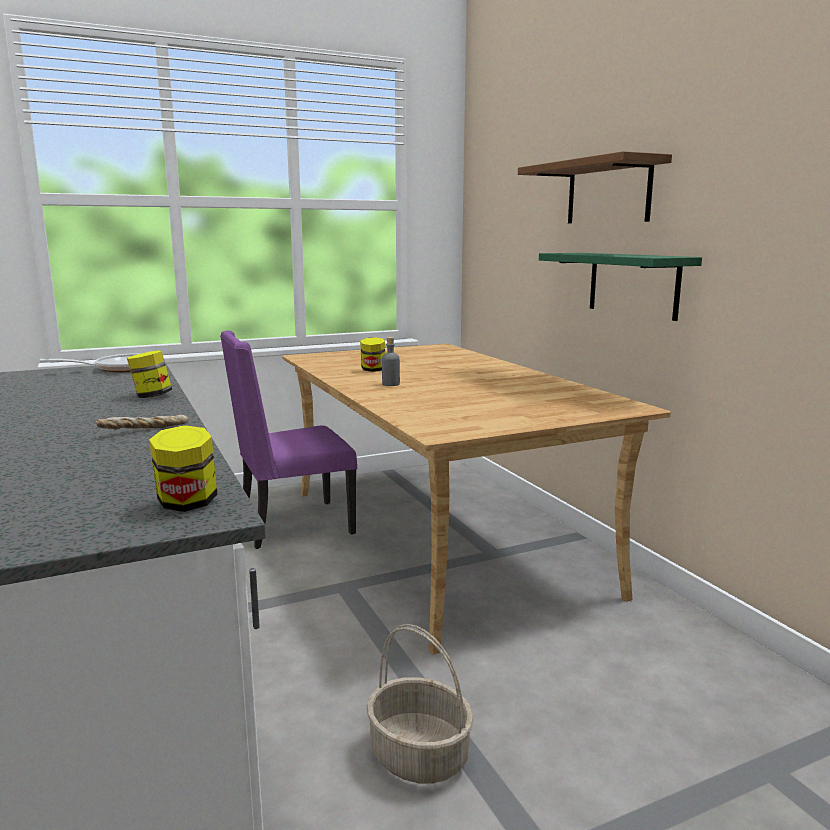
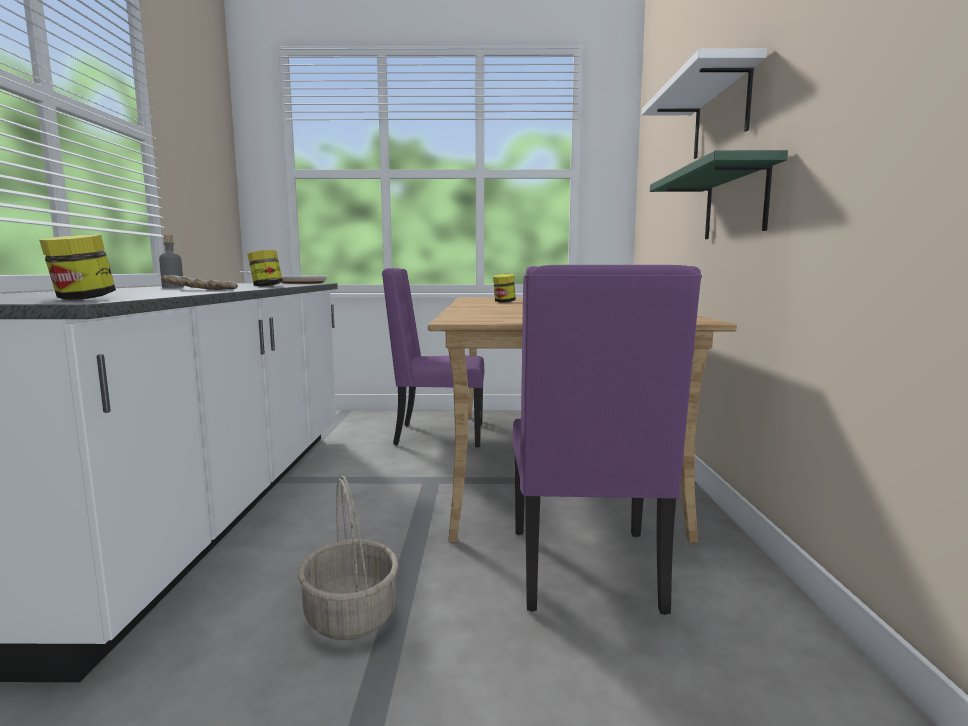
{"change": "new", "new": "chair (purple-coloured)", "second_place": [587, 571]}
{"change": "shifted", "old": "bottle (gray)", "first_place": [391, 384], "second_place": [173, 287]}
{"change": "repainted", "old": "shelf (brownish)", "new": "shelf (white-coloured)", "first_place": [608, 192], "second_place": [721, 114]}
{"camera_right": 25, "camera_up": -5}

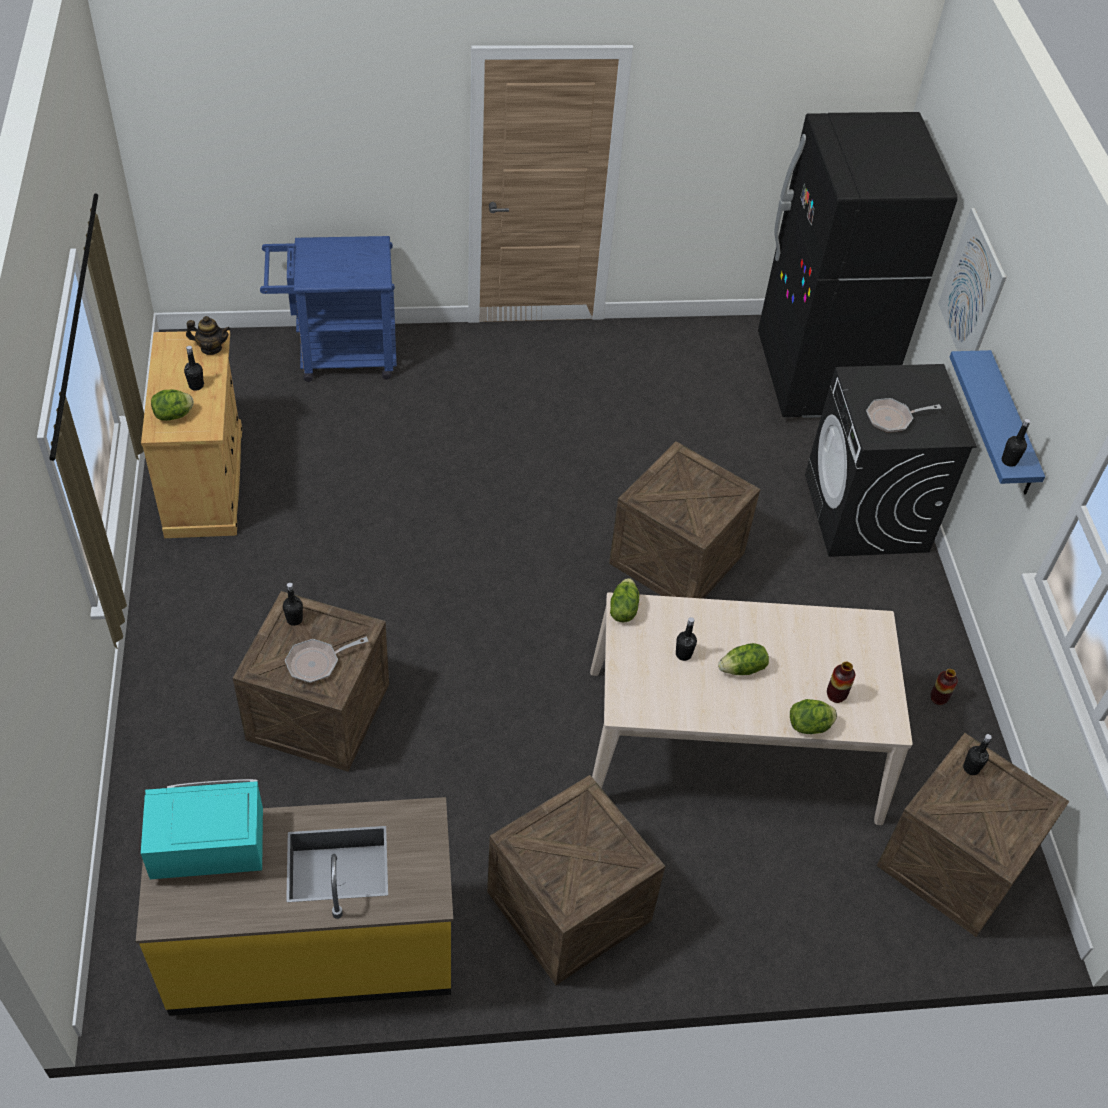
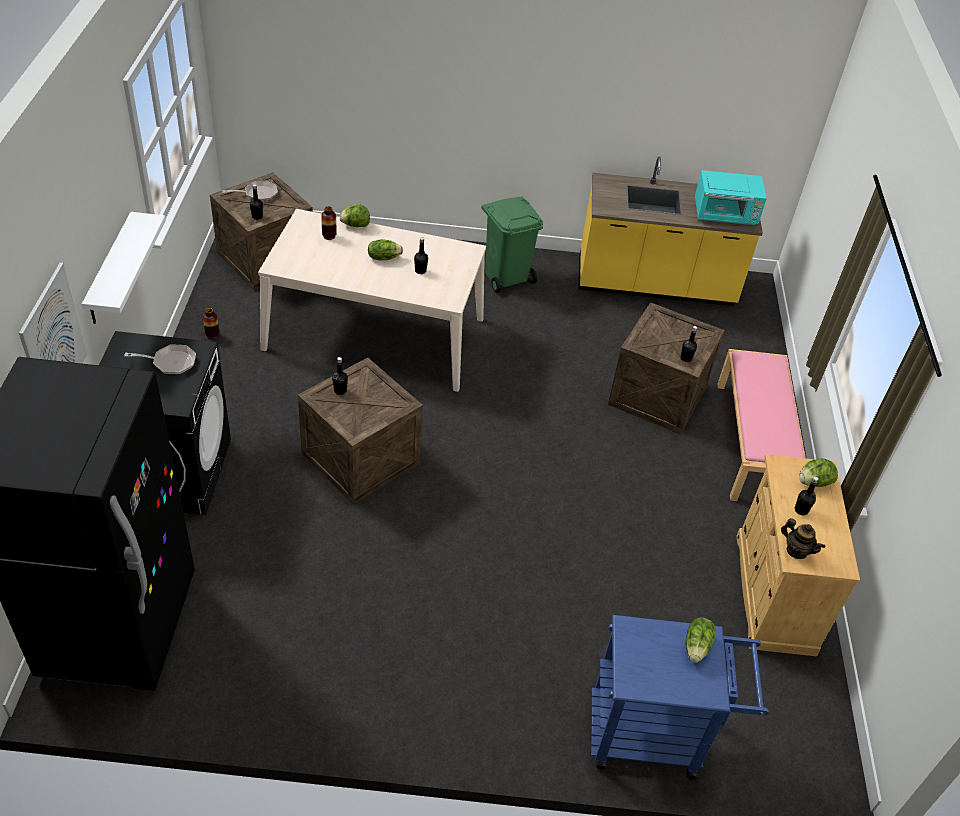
{"change": "new", "new": "bench (pink-coloured)", "second_place": [753, 443]}
{"change": "shifted", "old": "frying pan", "first_place": [317, 662], "second_place": [258, 194]}
{"change": "shifted", "old": "lettuce head", "first_place": [623, 609], "second_place": [697, 646]}
{"change": "shifted", "old": "bottle (black)", "first_place": [1009, 461], "second_place": [340, 390]}
{"change": "swapped", "old": "packing crate", "new": "waste bin (greenish)", "first_place": [568, 909], "second_place": [507, 276]}
{"change": "repainted", "old": "shelf (blue)", "new": "shelf (white-coloured)", "first_place": [1010, 426], "second_place": [110, 270]}
{"change": "rotated", "old": "pot for tea", "first_place": [211, 348], "second_place": [796, 551], "degrees": -150}
{"camera_right": -170, "camera_up": -5}

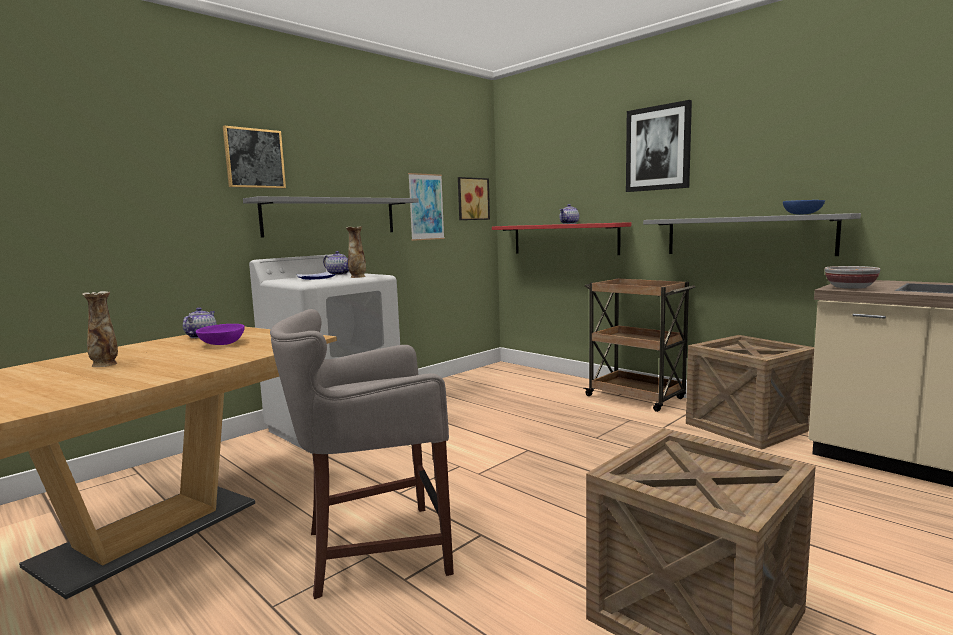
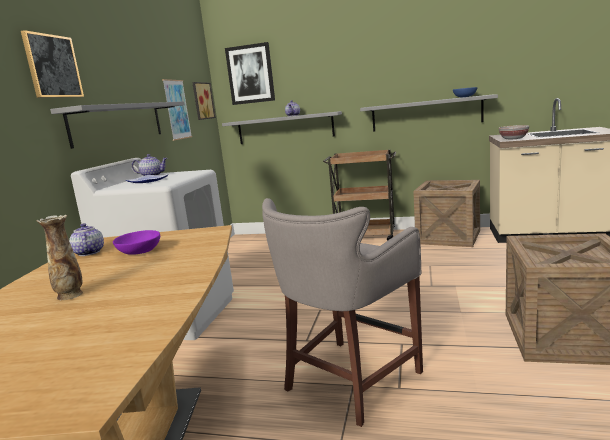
{"change": "gone", "old": "flower vase", "first_place": [357, 277]}
{"change": "shifted", "old": "wall picture", "first_place": [658, 148], "second_place": [250, 74]}
{"change": "repainted", "old": "shelf (red)", "new": "shelf (gray)", "first_place": [564, 239], "second_place": [285, 128]}
{"camera_right": -30, "camera_up": 5}

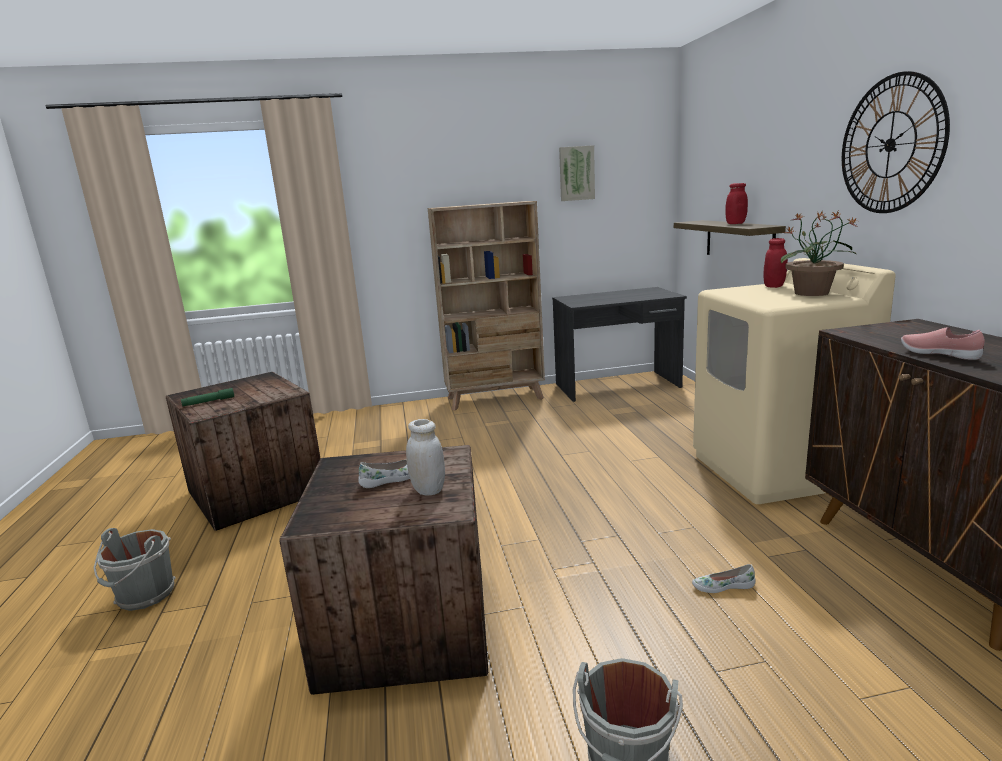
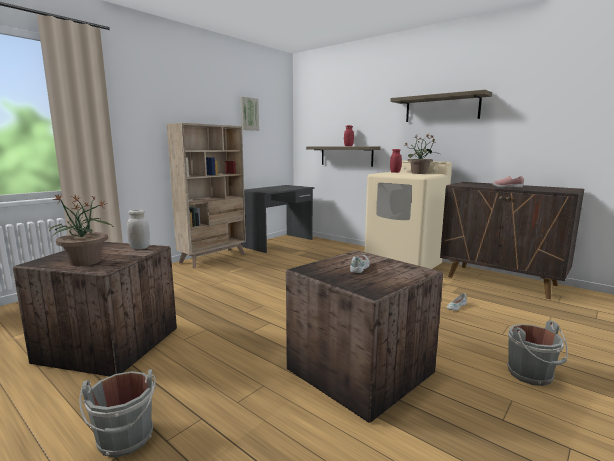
{"change": "shifted", "old": "jar (white-coloured)", "first_place": [428, 490], "second_place": [139, 248]}
{"change": "swapped", "old": "hand torch (greenish)", "new": "potted plant", "first_place": [208, 402], "second_place": [85, 262]}
{"change": "swapped", "old": "hanging clock", "new": "shelf", "first_place": [890, 145], "second_place": [441, 108]}
{"camera_right": -40, "camera_up": -5}

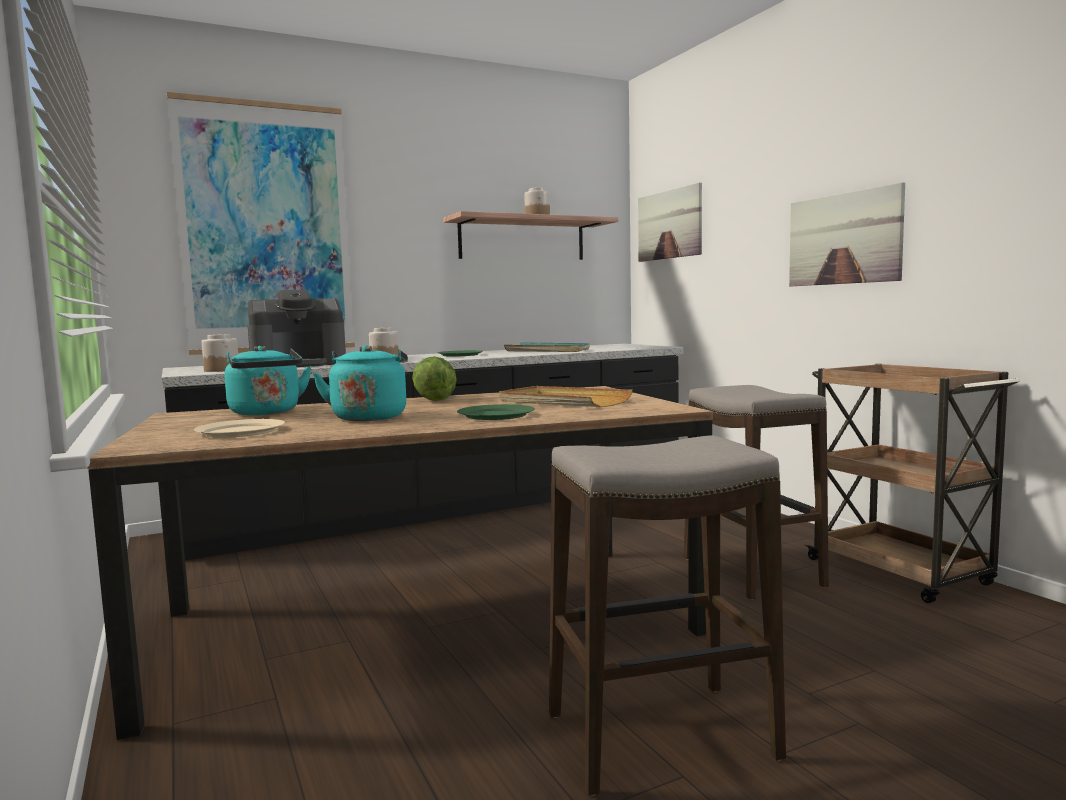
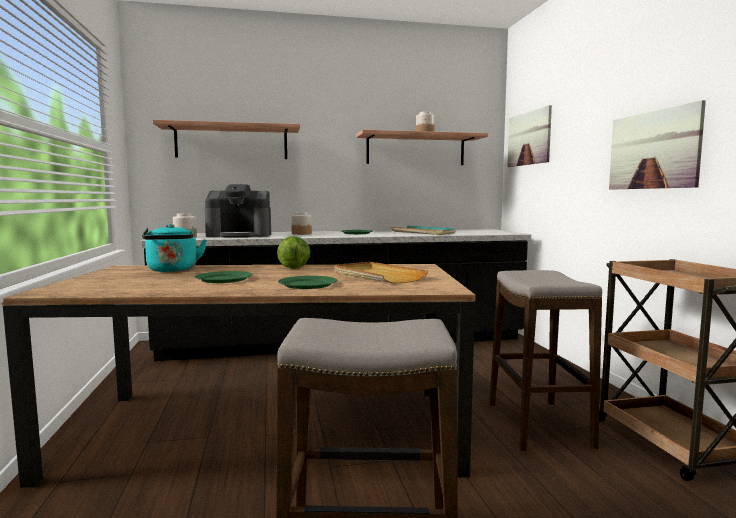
{"change": "gone", "old": "dinner plate (beige)", "first_place": [240, 431]}
{"change": "swapped", "old": "wall picture", "new": "shelf", "first_place": [266, 229], "second_place": [232, 142]}
{"change": "swapped", "old": "water kettle (blue-green)", "new": "dinner plate (greenish)", "first_place": [369, 417], "second_place": [224, 279]}
{"camera_right": 15, "camera_up": 0}

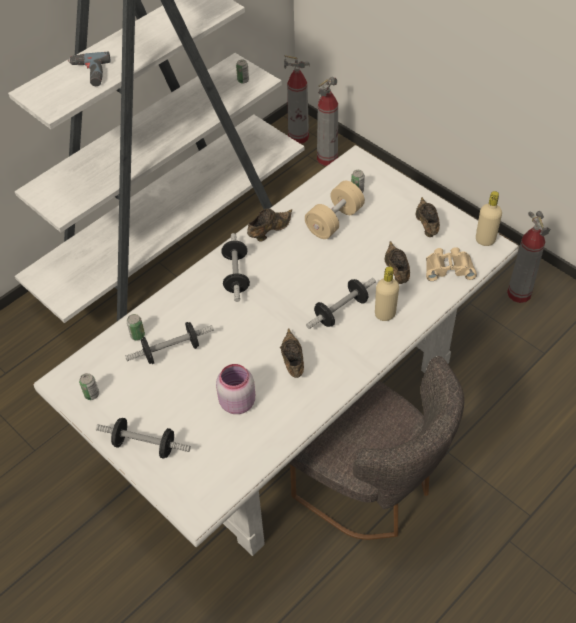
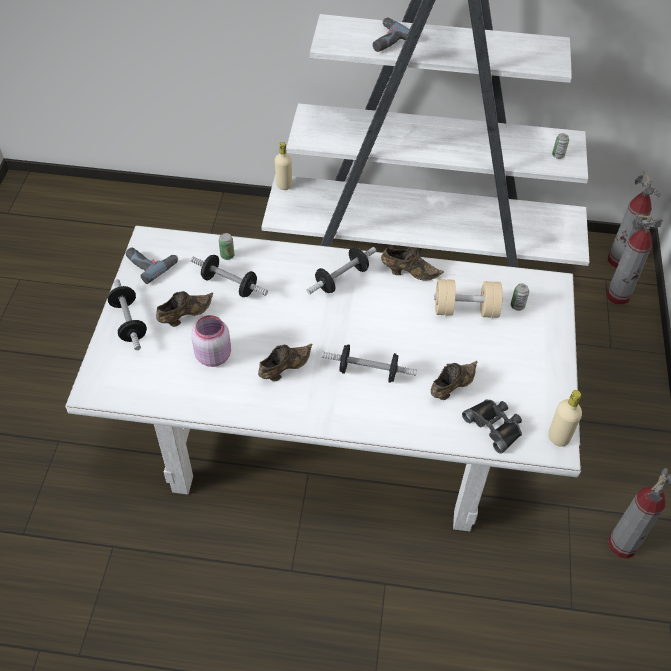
{"change": "gone", "old": "chair (gray)", "first_place": [372, 489]}
{"change": "shifted", "old": "bottle (beige)", "first_place": [385, 314], "second_place": [284, 185]}
{"change": "shifted", "old": "low shoe (brownish)", "first_place": [426, 225], "second_place": [184, 315]}
{"change": "swapped", "old": "metal can", "new": "power drill", "first_place": [92, 394], "second_place": [151, 263]}
{"change": "repainted", "old": "field glasses (beige)", "new": "field glasses (black)", "first_place": [448, 267], "second_place": [494, 425]}
{"camera_right": 50, "camera_up": 0}

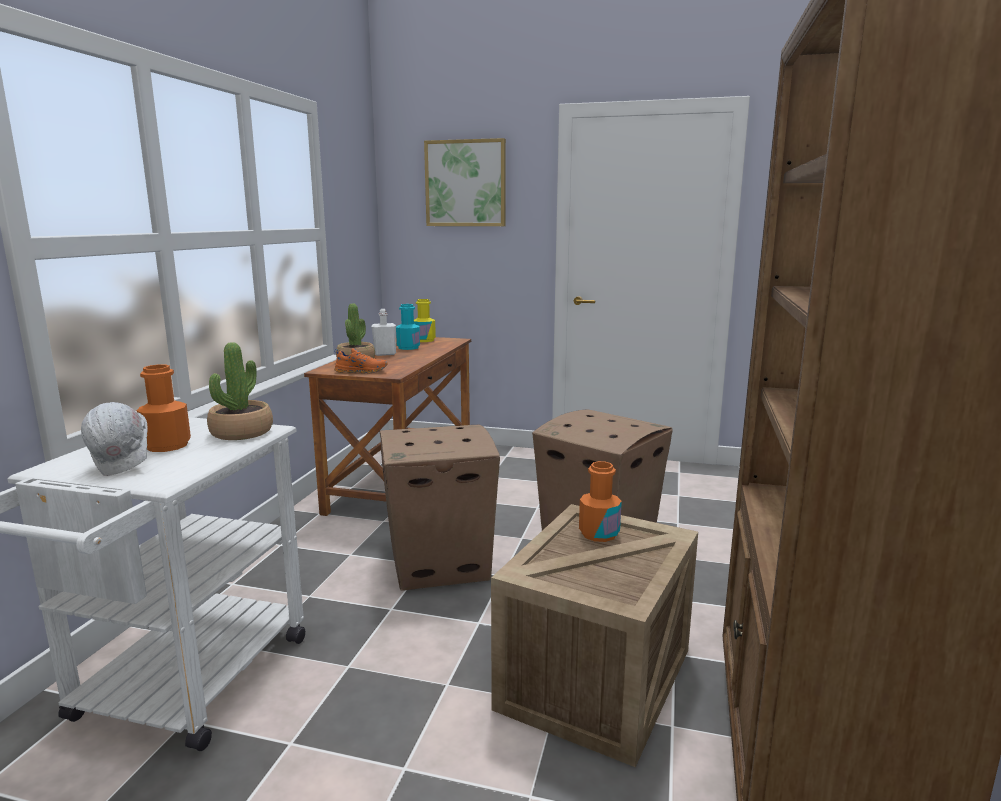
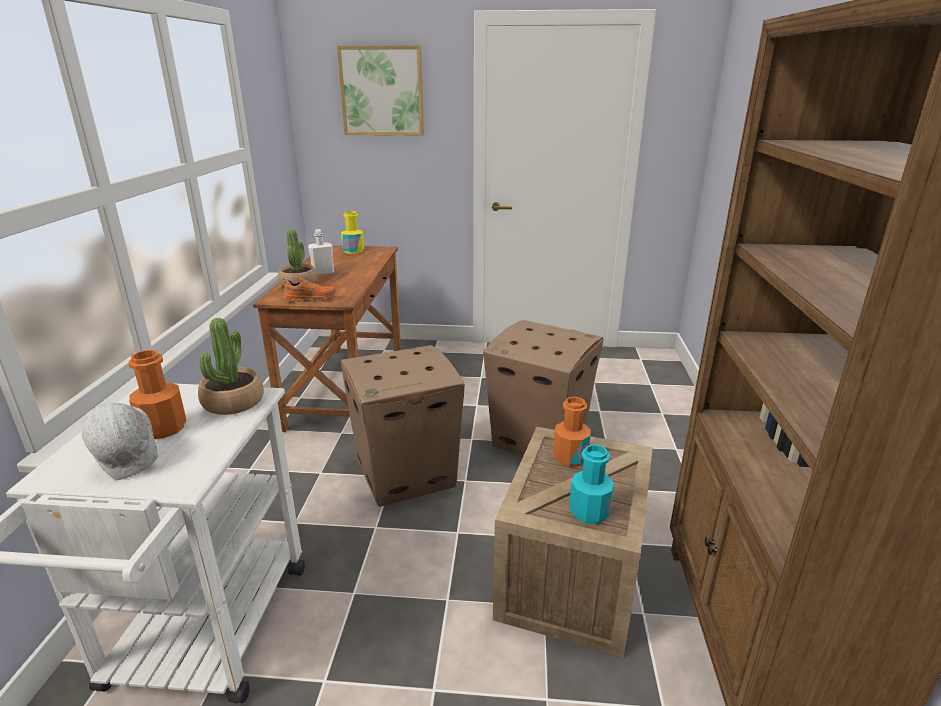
{"change": "shifted", "old": "bottle (blue-green)", "first_place": [408, 347], "second_place": [589, 512]}
{"camera_right": -10, "camera_up": 10}

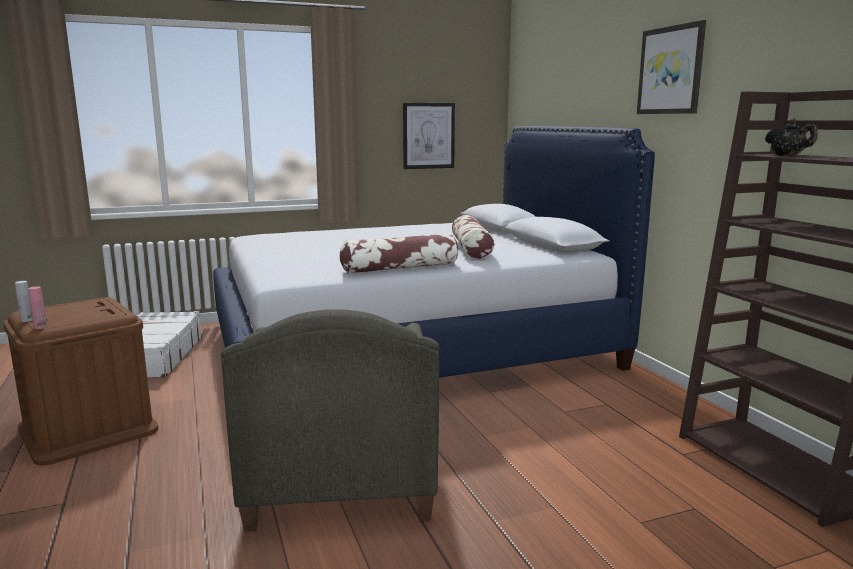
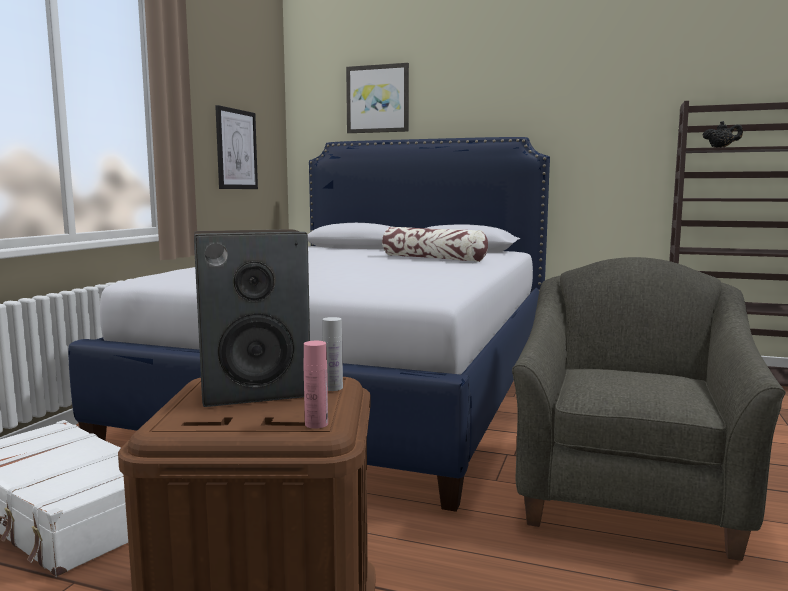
{"change": "gone", "old": "pillow", "first_place": [400, 268]}
{"change": "new", "new": "audio speaker", "second_place": [255, 390]}
{"change": "shifted", "old": "bottle (white-coloured)", "first_place": [27, 320], "second_place": [333, 388]}
{"change": "shifted", "old": "wall picture", "first_place": [671, 70], "second_place": [378, 99]}
{"change": "rotated", "old": "easy chair (gray)", "first_place": [340, 476], "second_place": [628, 494], "degrees": -105}
{"camera_right": -50, "camera_up": -5}

